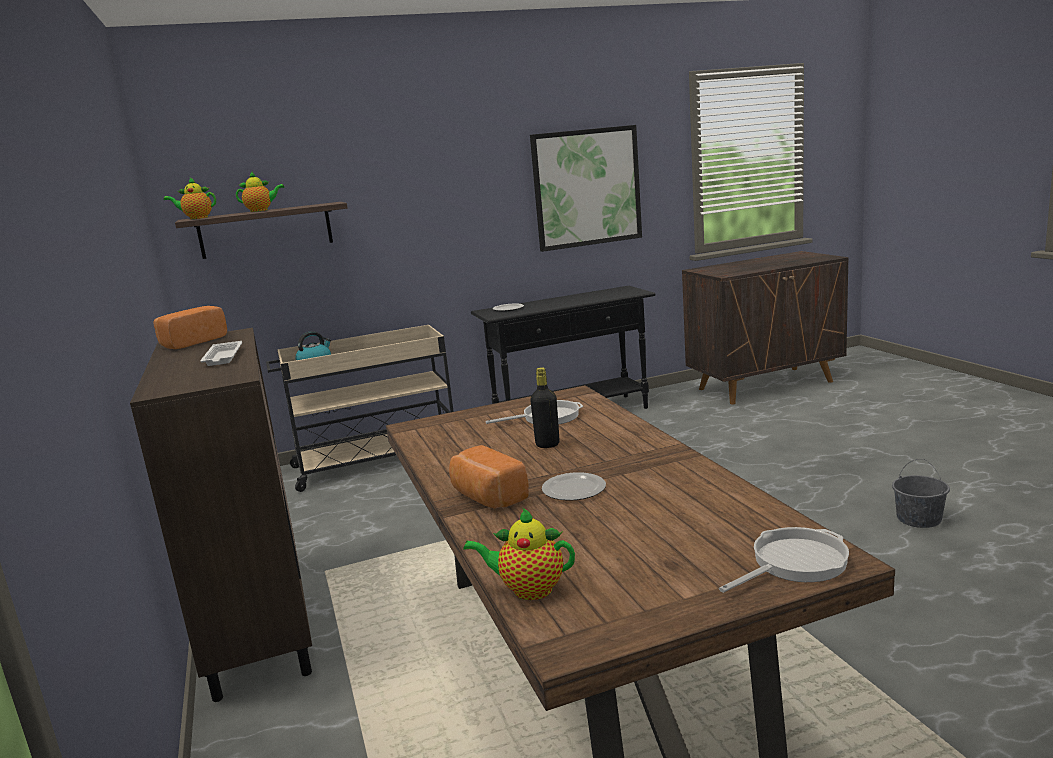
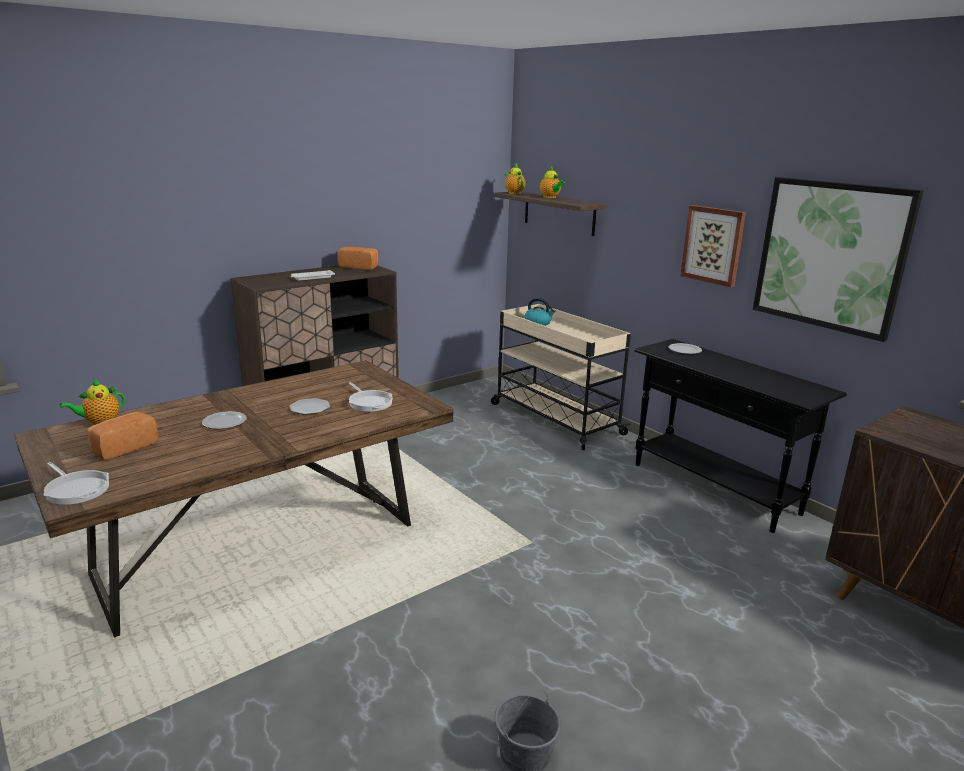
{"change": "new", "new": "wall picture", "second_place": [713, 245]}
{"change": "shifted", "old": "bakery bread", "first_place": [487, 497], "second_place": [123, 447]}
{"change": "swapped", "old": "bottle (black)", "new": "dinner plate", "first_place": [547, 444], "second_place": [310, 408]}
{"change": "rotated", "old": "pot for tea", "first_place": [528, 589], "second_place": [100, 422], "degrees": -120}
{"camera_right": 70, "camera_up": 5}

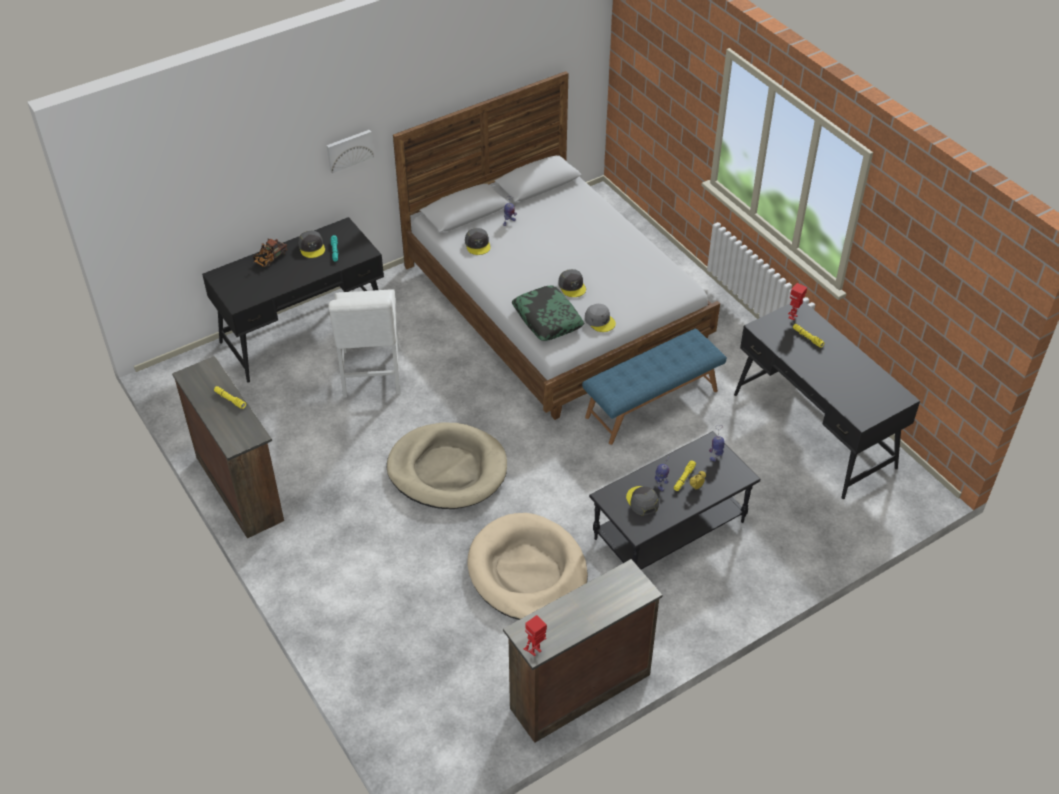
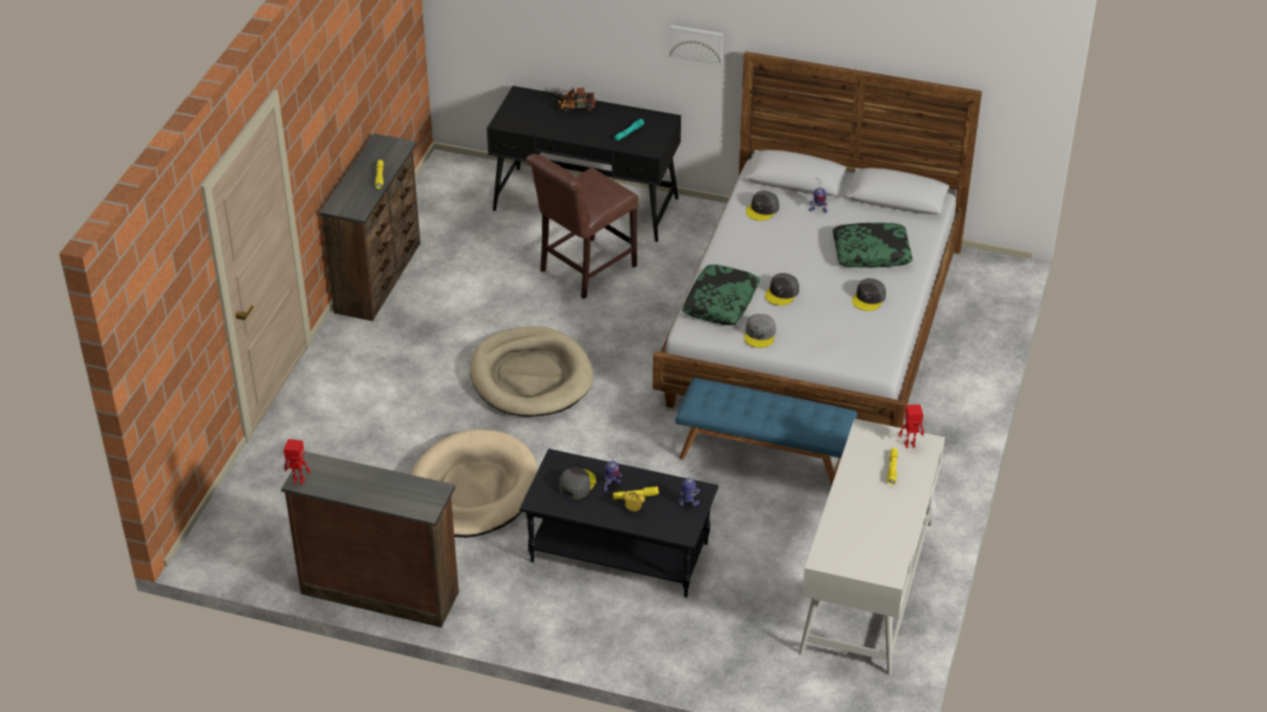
{"change": "new", "new": "pillow", "second_place": [871, 252]}
{"change": "shifted", "old": "peaked cap (gray)", "first_place": [312, 247], "second_place": [869, 298]}
{"change": "repainted", "old": "chair (white-coloured)", "new": "chair (brownish)", "first_place": [370, 375], "second_place": [583, 270]}
{"change": "repainted", "old": "desk (black)", "new": "desk (white-coloured)", "first_place": [813, 431], "second_place": [866, 587]}
{"camera_right": 50, "camera_up": -5}

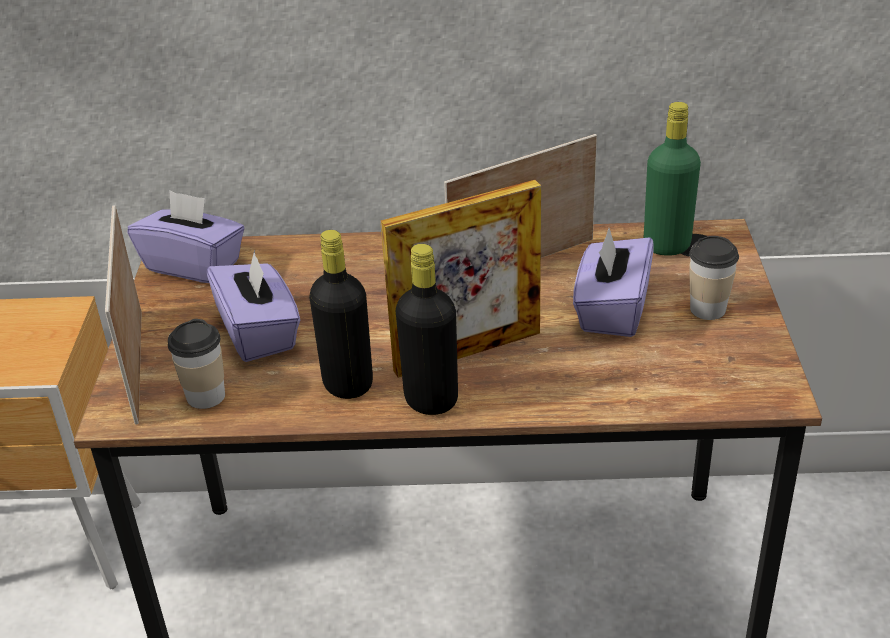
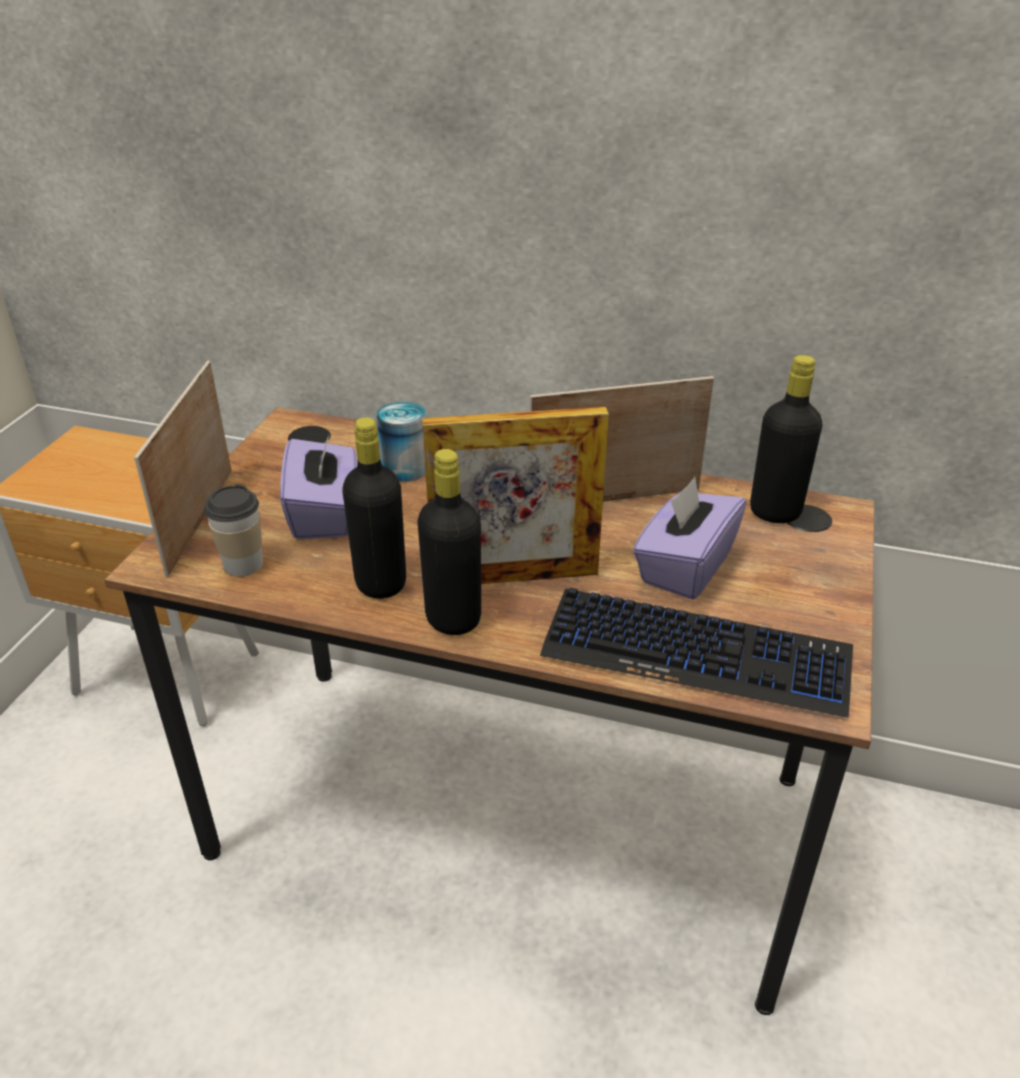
{"change": "gone", "old": "tissue box (purple-coloured)", "first_place": [194, 265]}
{"change": "gone", "old": "drinking cup", "first_place": [707, 309]}
{"change": "new", "new": "metal can", "second_place": [405, 469]}
{"change": "new", "new": "keyboard", "second_place": [696, 654]}
{"change": "repainted", "old": "bottle (greenish)", "new": "bottle (black)", "first_place": [666, 245], "second_place": [775, 512]}
{"camera_right": 15, "camera_up": 0}

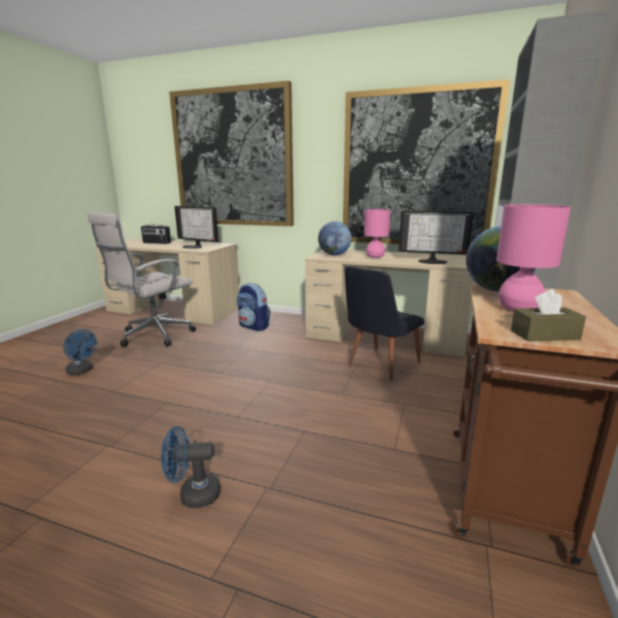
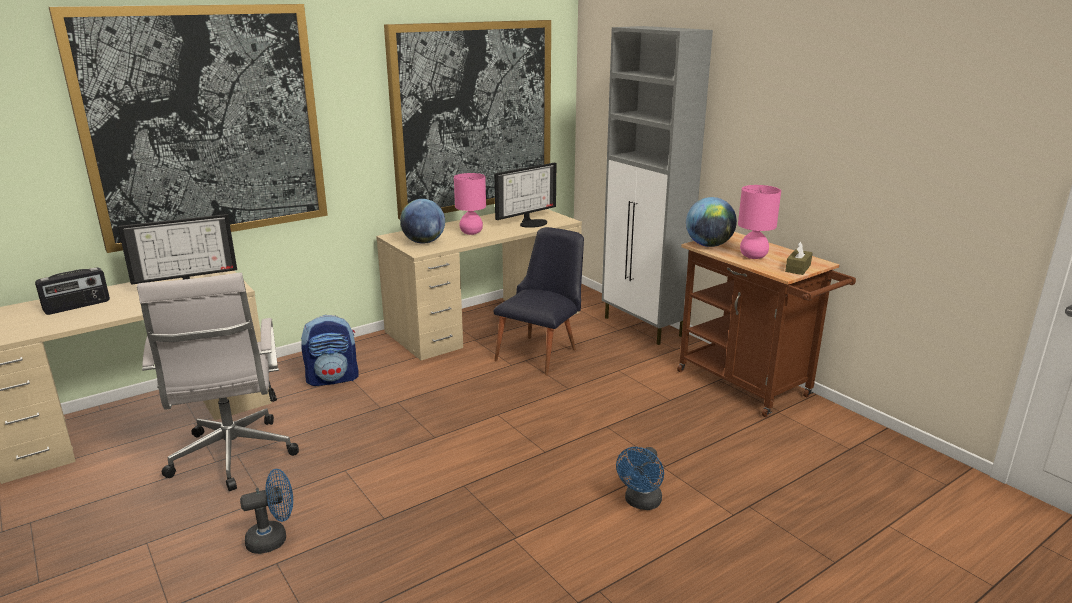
{"change": "rotated", "old": "chair (black)", "first_place": [378, 365], "second_place": [542, 352], "degrees": -135}
{"camera_right": -55, "camera_up": 5}

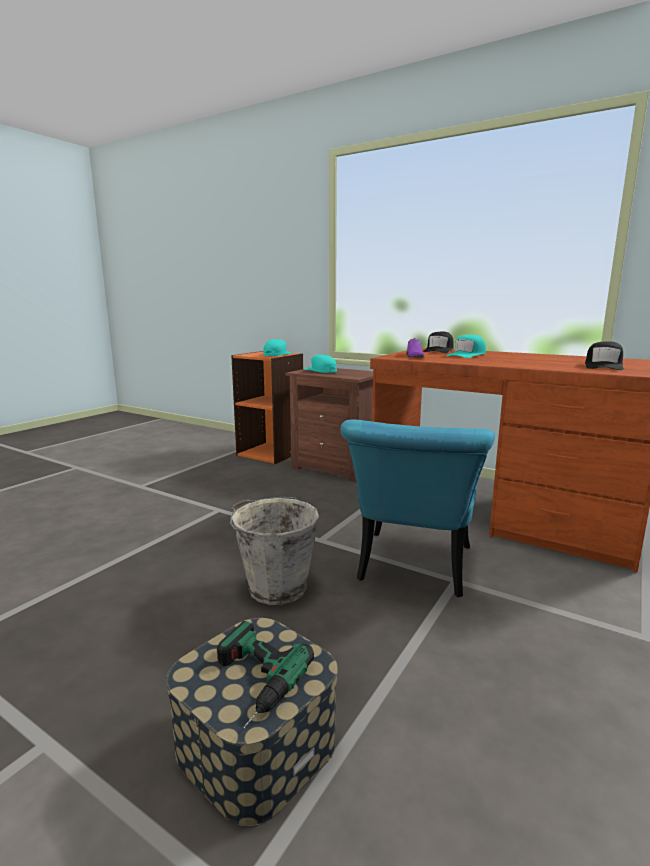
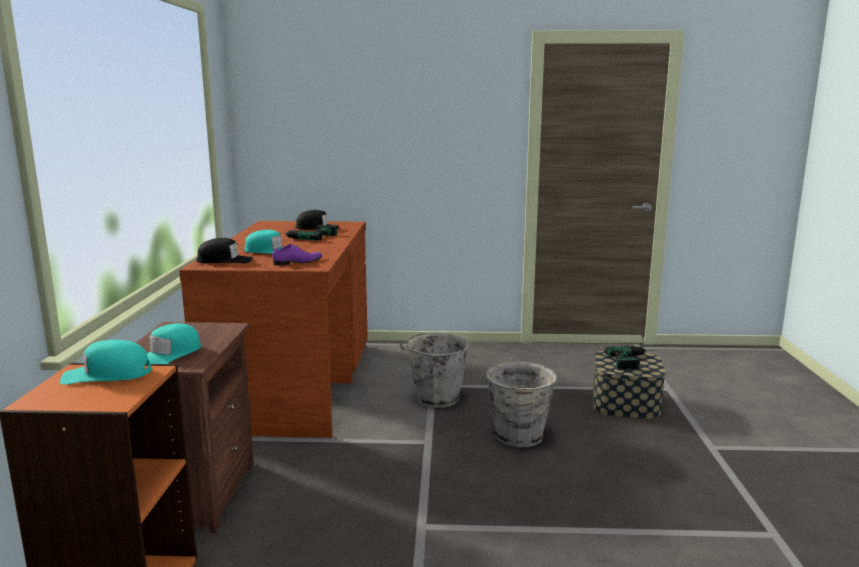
{"change": "new", "new": "power drill", "second_place": [307, 236]}
{"change": "swapped", "old": "chair (blue-green)", "new": "bucket (gray)", "first_place": [412, 570], "second_place": [435, 399]}
{"camera_right": -120, "camera_up": 0}

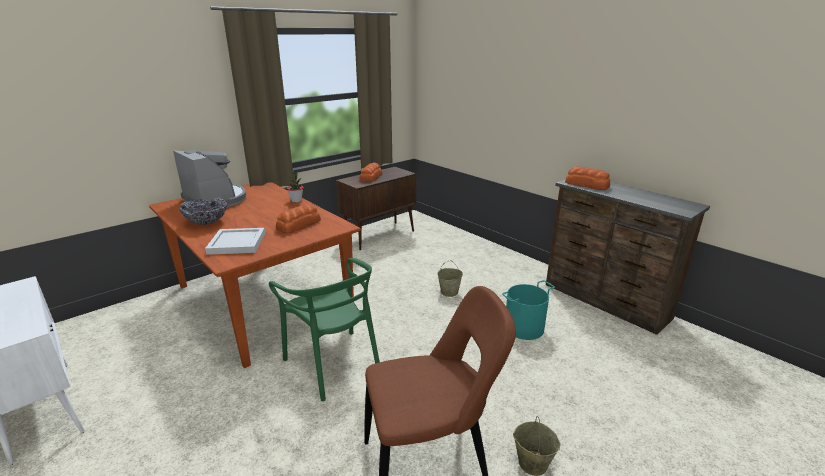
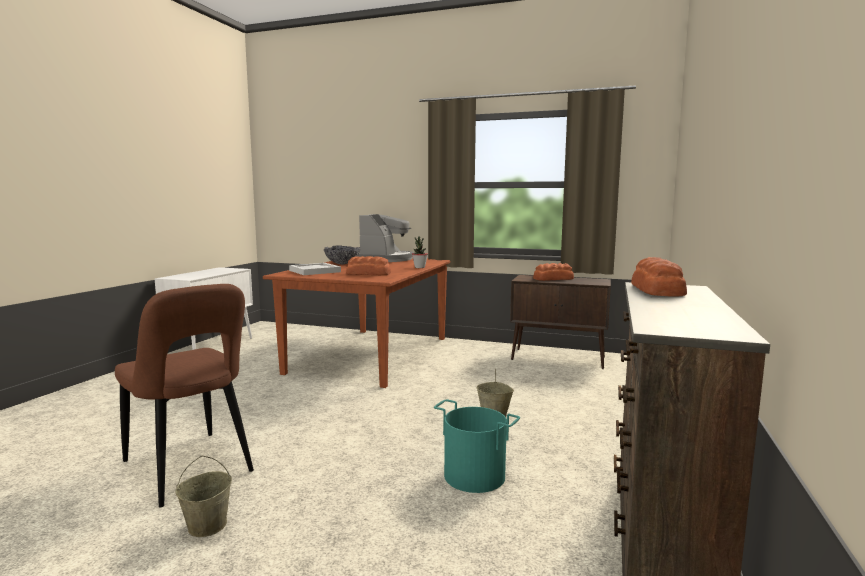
{"change": "gone", "old": "chair (greenish)", "first_place": [334, 364]}
{"camera_right": 60, "camera_up": -15}

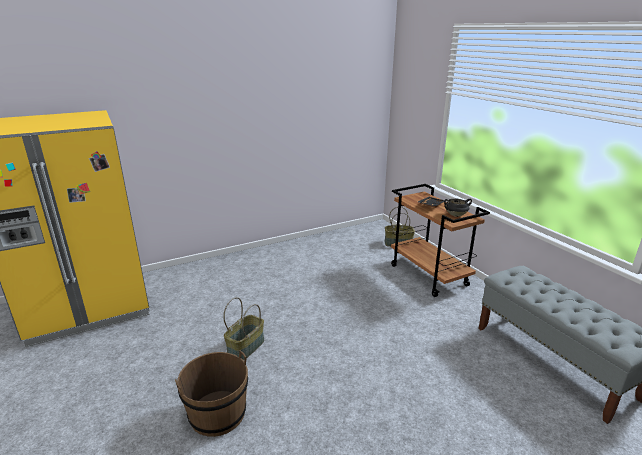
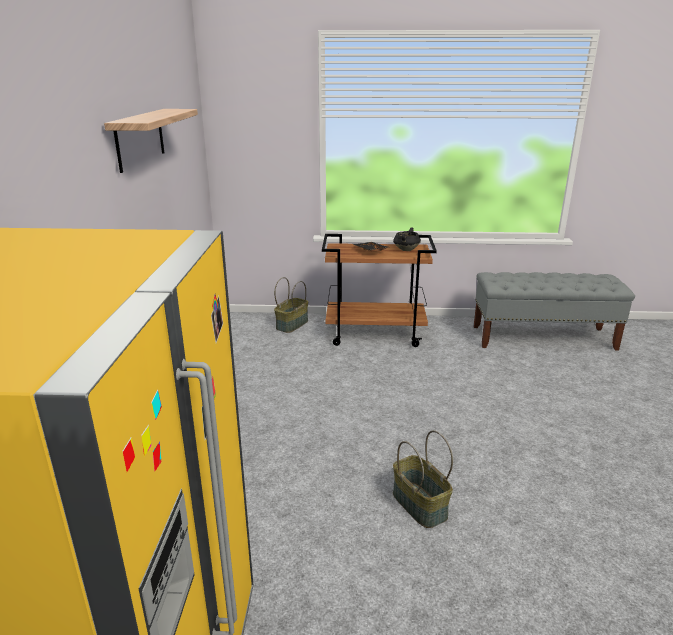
{"change": "gone", "old": "bucket (brownish)", "first_place": [217, 413]}
{"change": "new", "new": "shelf", "second_place": [140, 138]}
{"camera_right": -60, "camera_up": 0}

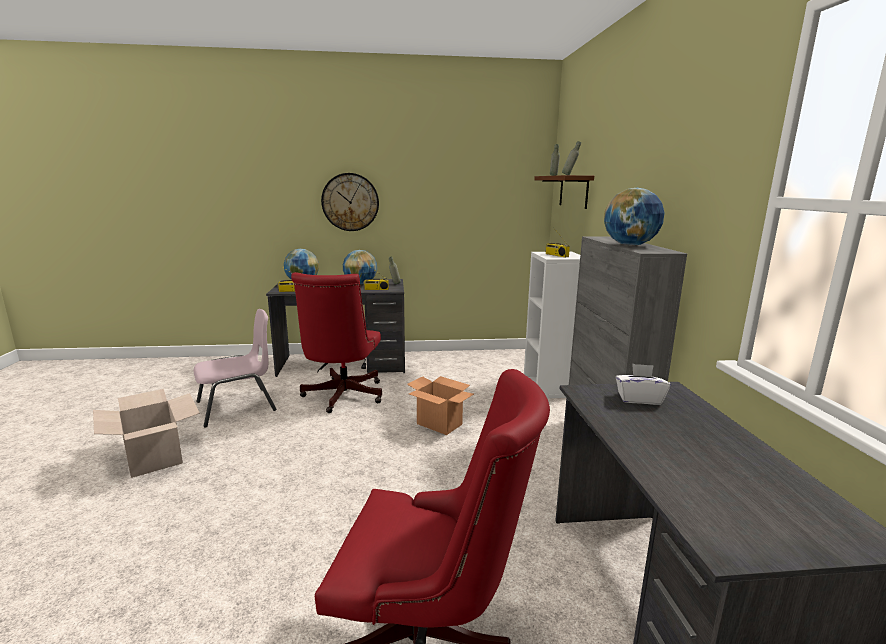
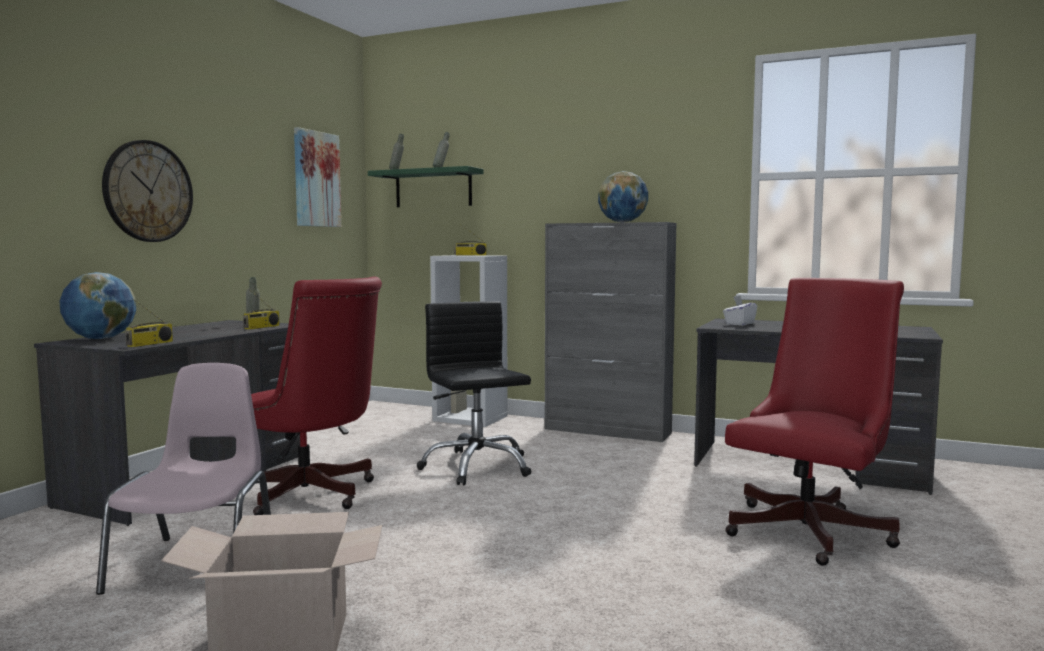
{"change": "gone", "old": "desk globe", "first_place": [360, 284]}
{"change": "new", "new": "wall picture", "second_place": [316, 179]}
{"change": "swapped", "old": "carton", "new": "office chair (black)", "first_place": [440, 424], "second_place": [476, 467]}
{"change": "repainted", "old": "shelf (brownish)", "new": "shelf (greenish)", "first_place": [573, 191], "second_place": [433, 188]}
{"camera_right": -60, "camera_up": -10}

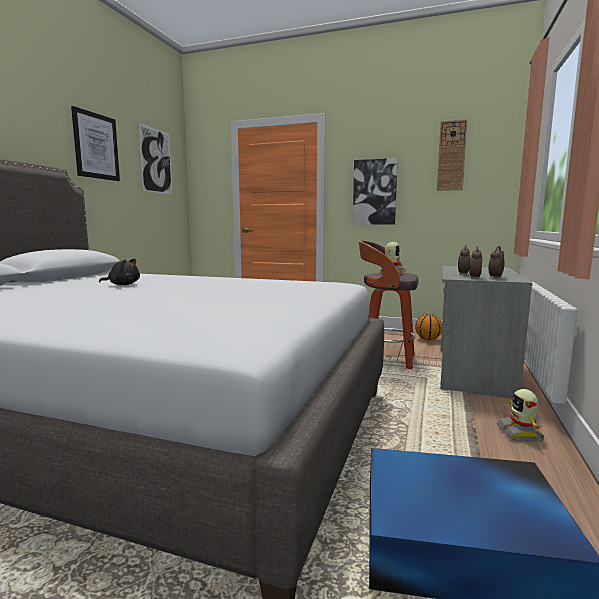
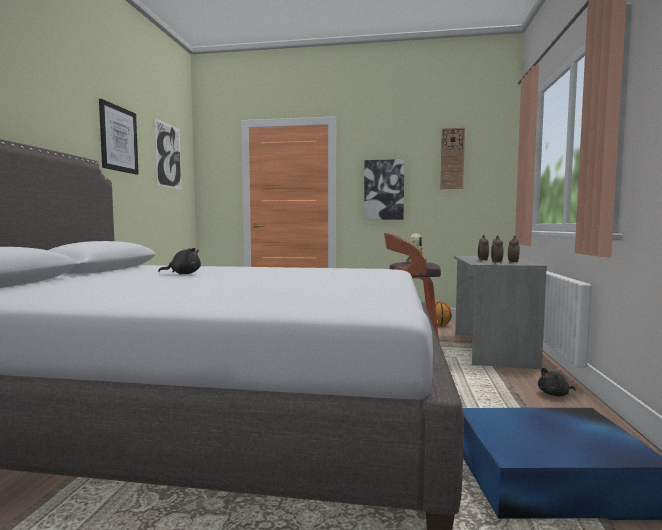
{"change": "swapped", "old": "toy robot", "new": "soft toy (black)", "first_place": [520, 433], "second_place": [555, 394]}
{"camera_right": -10, "camera_up": -5}

